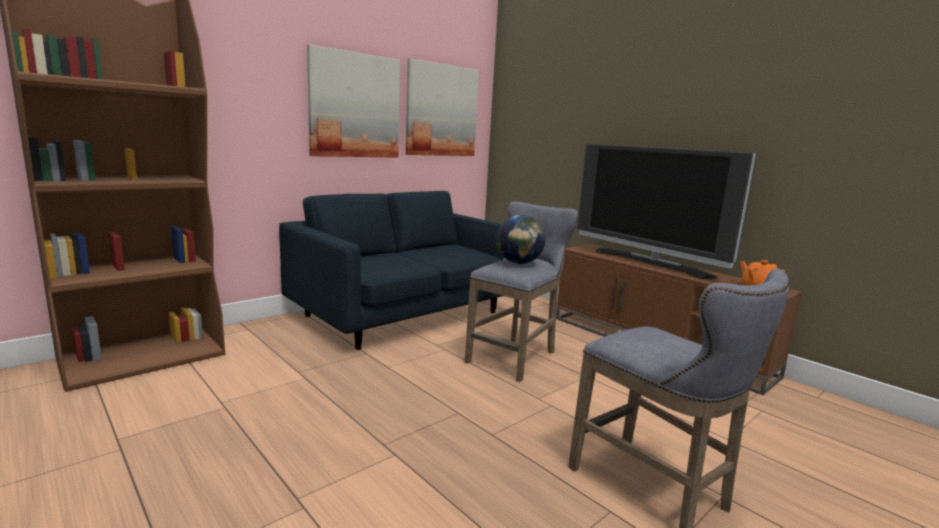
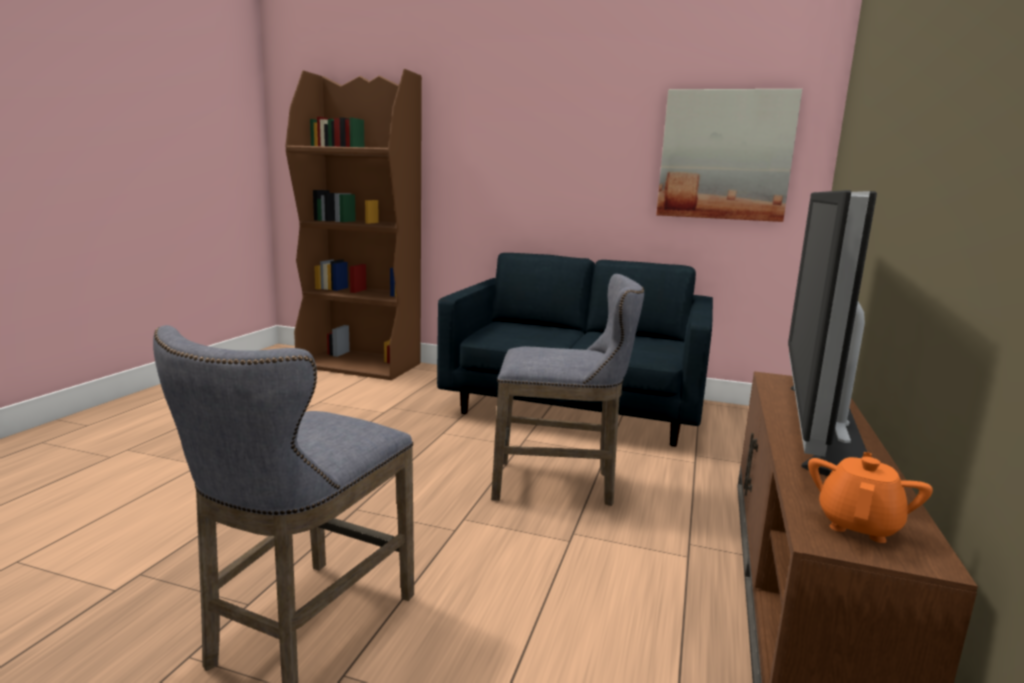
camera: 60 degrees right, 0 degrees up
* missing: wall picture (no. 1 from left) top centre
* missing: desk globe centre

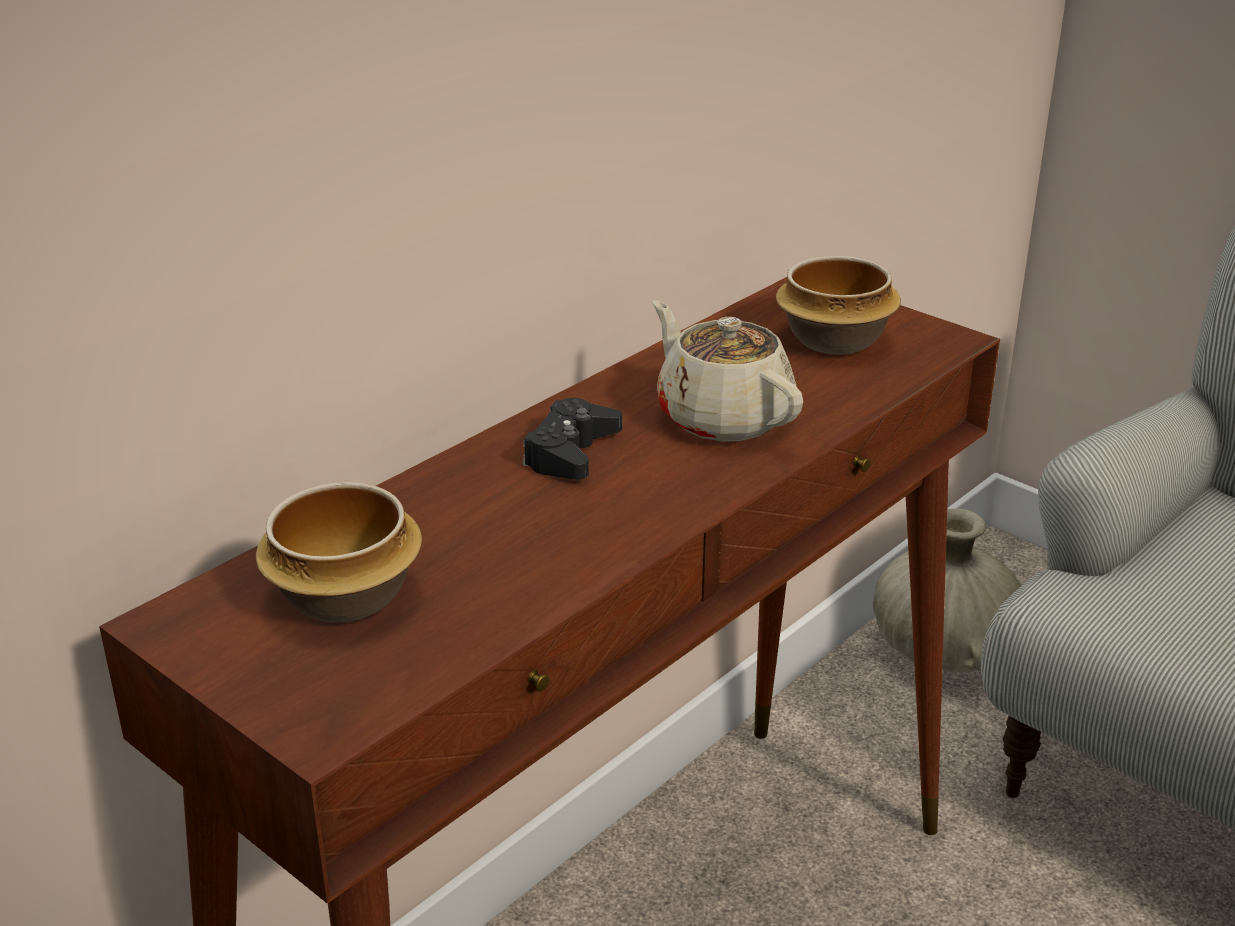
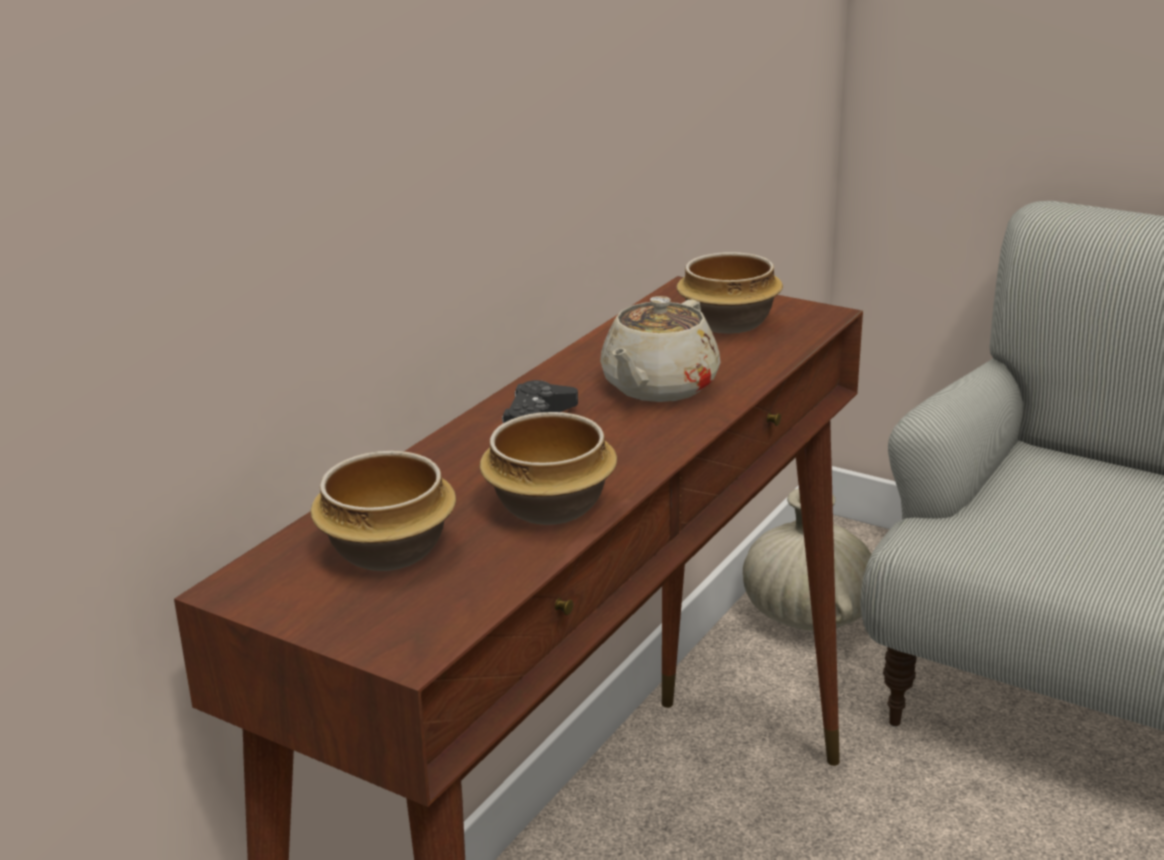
camera: 10 degrees left, 5 degrees down
* appeared: bowl (no. 2 from left) centre
* spun: sand-coloured teapot centre = centre 105 degrees counterclockwise

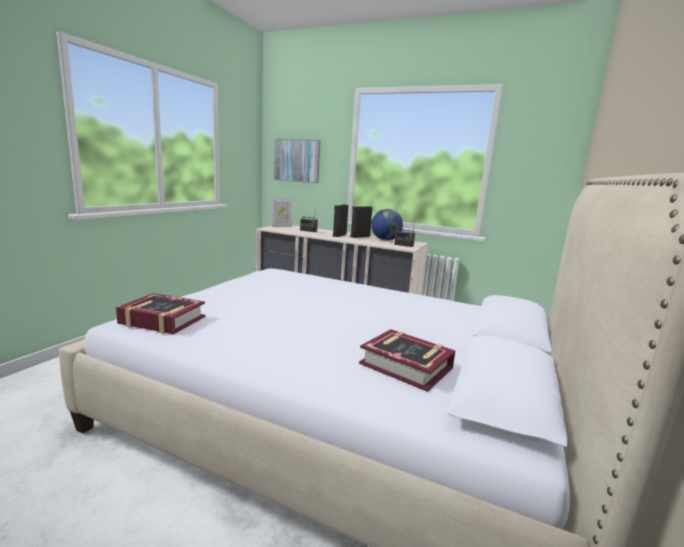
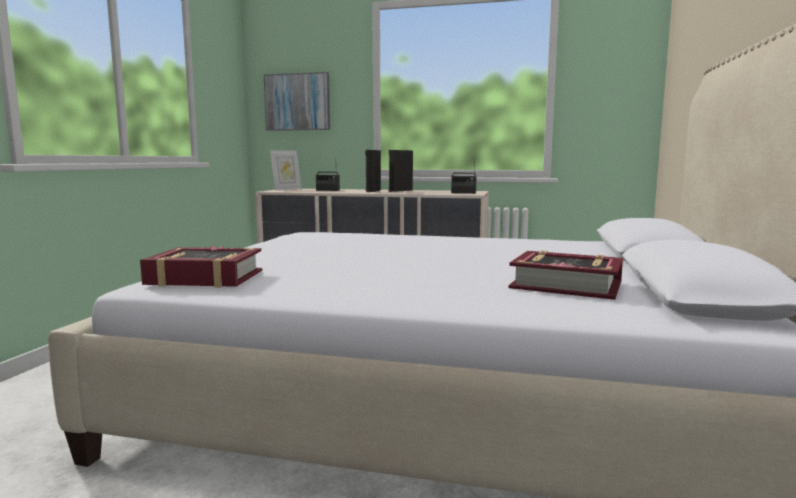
camera: 10 degrees left, 5 degrees down
* missing: desk globe centre

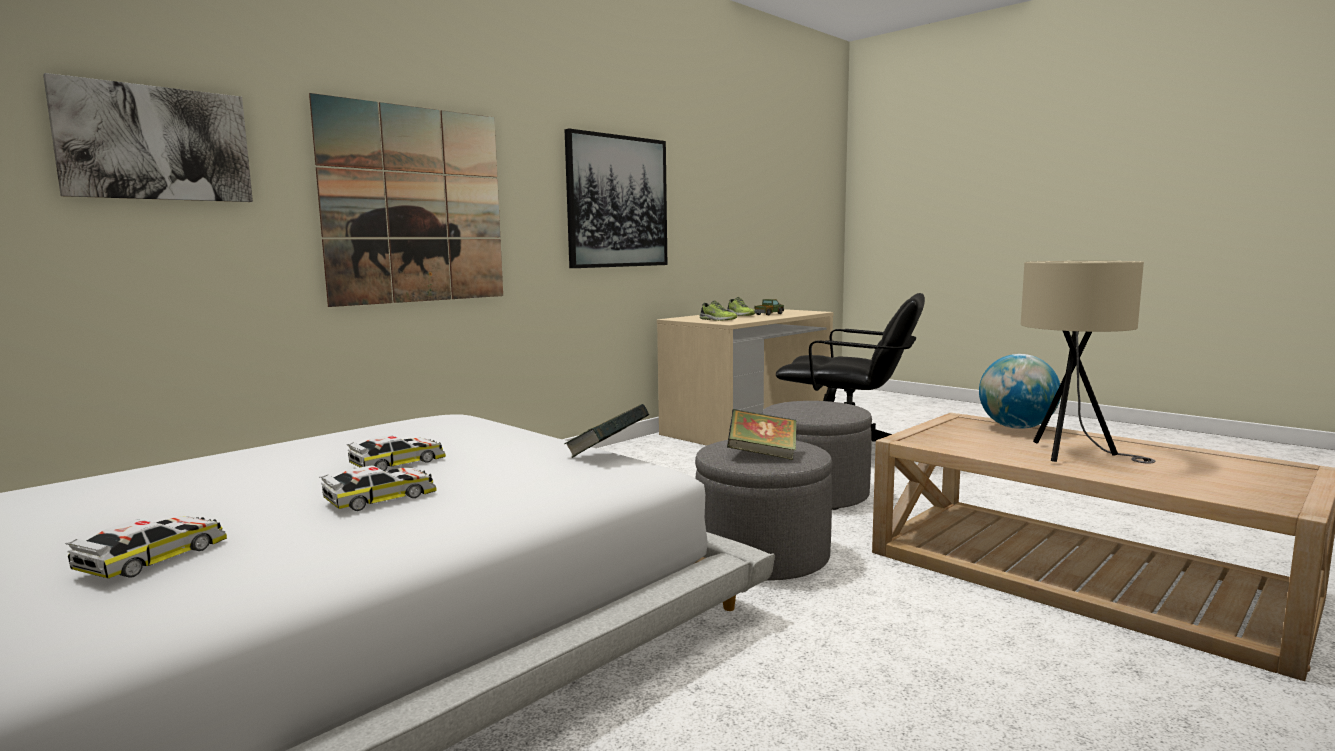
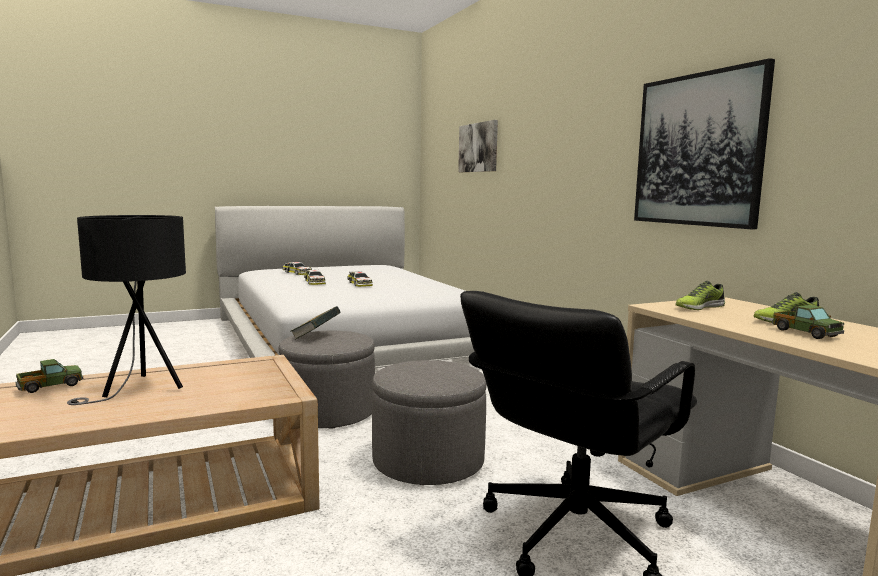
camera: 110 degrees right, 0 degrees up
* missing: wall picture (no. 2 from left) top left
* missing: book (no. 1 from left) centre
* missing: desk globe middle right
* appeared: toy truck (no. 1 from left) middle left
* colour: sand-coloured tabletop lamp middle right to black tabletop lamp middle left

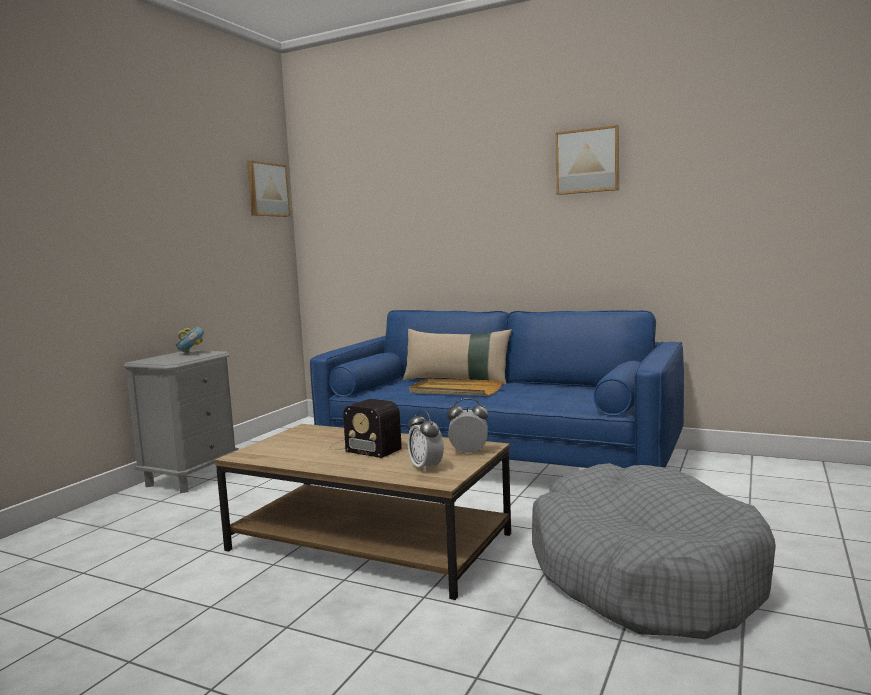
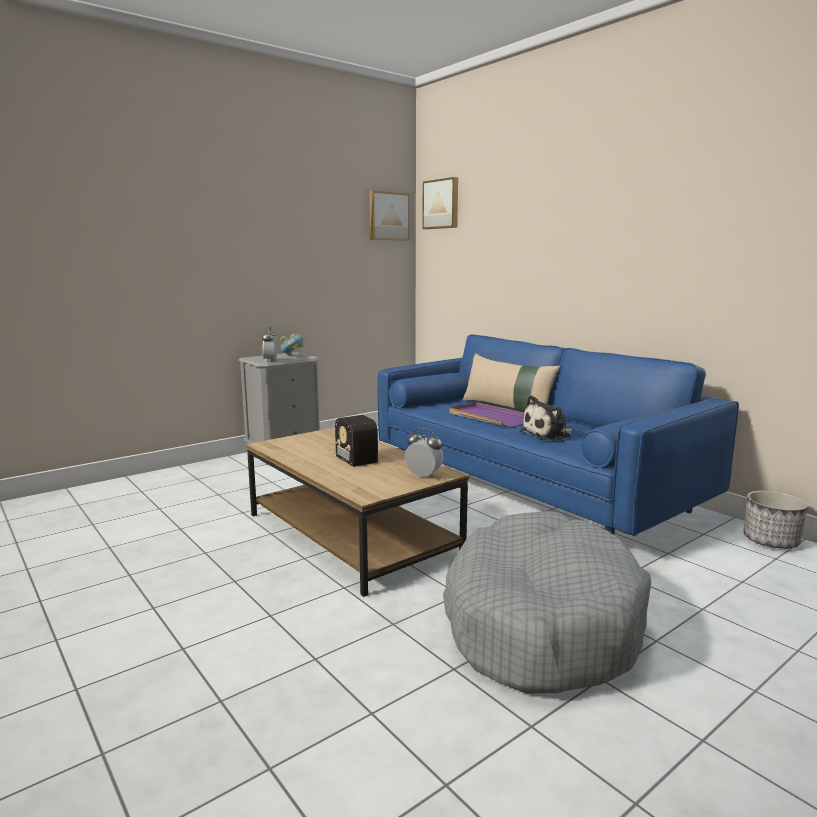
camera: 25 degrees right, 5 degrees up
* appeared: plush toy middle right
* appeared: flower pot middle right
* relocated: table clock (no. 1 from left) centre to middle left
* relocated: wall picture (no. 2 from left) top right to top centre
* colour: sand-coloured serving tray centre to purple serving tray centre

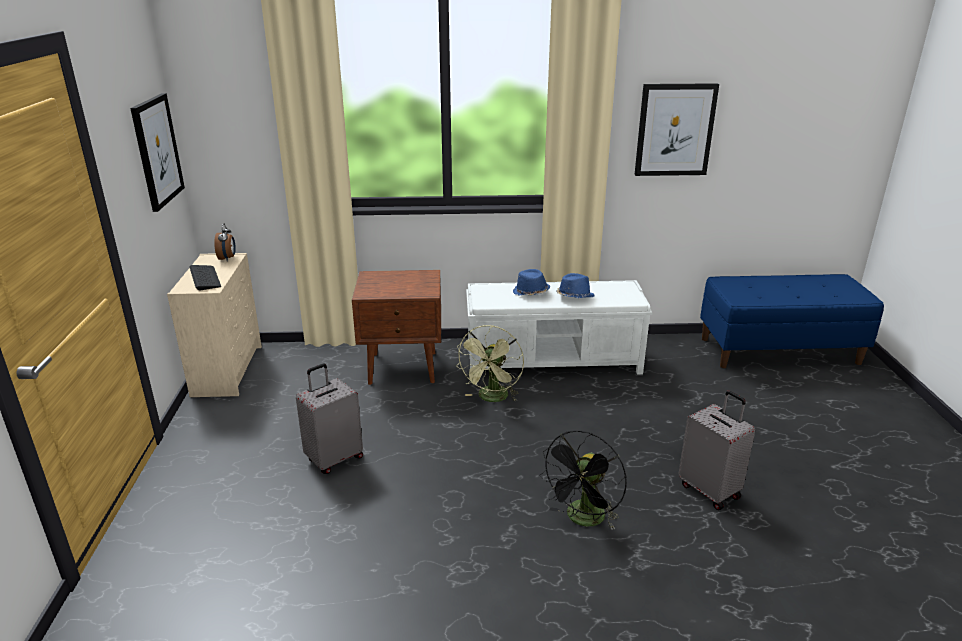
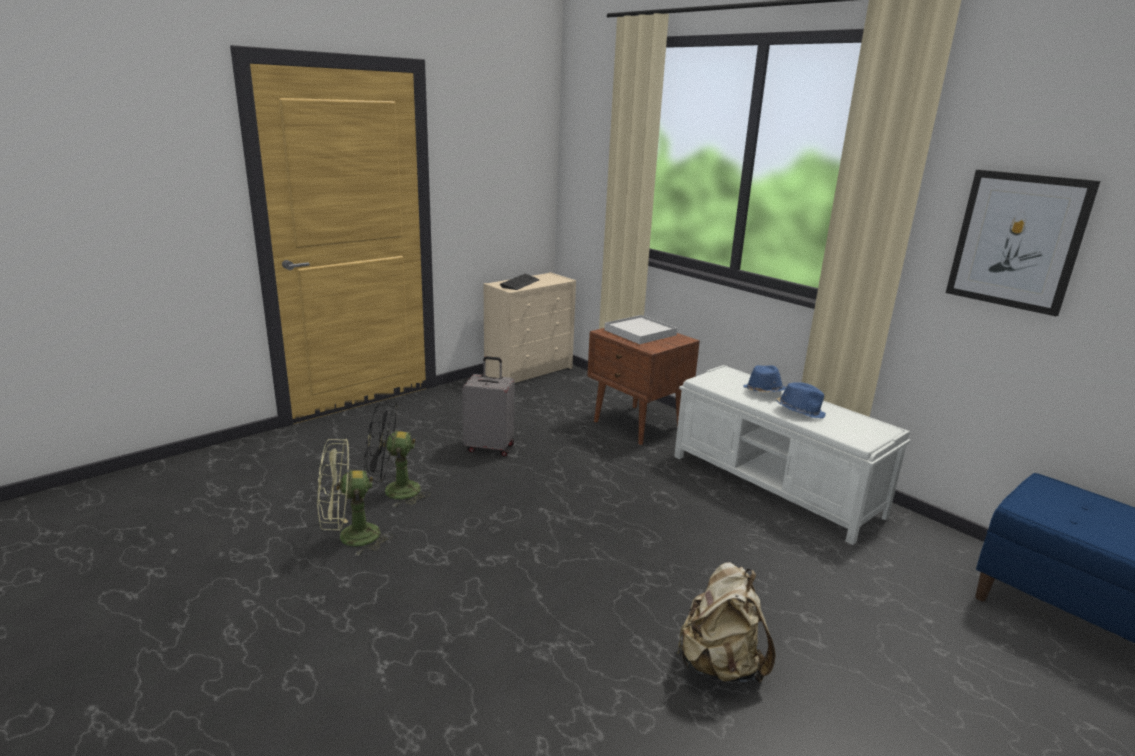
camera: 50 degrees right, 5 degrees down
* missing: wall picture (no. 1 from left) top left
* missing: table clock middle left
* appeared: whitish serving tray centre
* relocated: green-coloured electric fan centre to middle left
* relocated: black electric fan bottom centre to centre
* exchanged: greyish travel case (no. 2 from left) bottom right to sand-coloured knapsack bottom centre

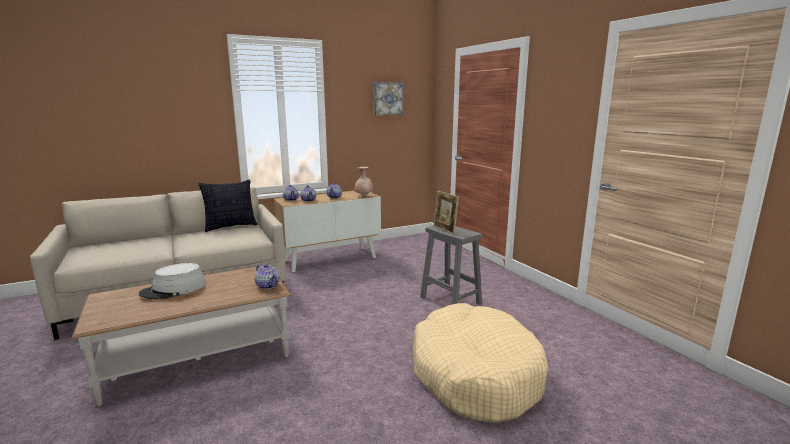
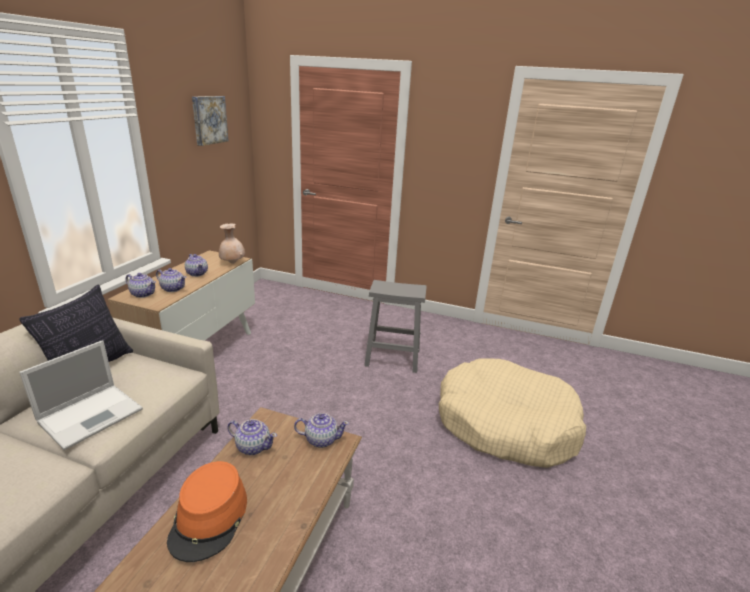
camera: 45 degrees left, 10 degrees up
* missing: picture frame centre
* appeared: portable computer bottom left
* appeared: teapot (no. 4 from left) bottom centre
* colour: greyish clothing hat middle left to orangey clothing hat bottom left

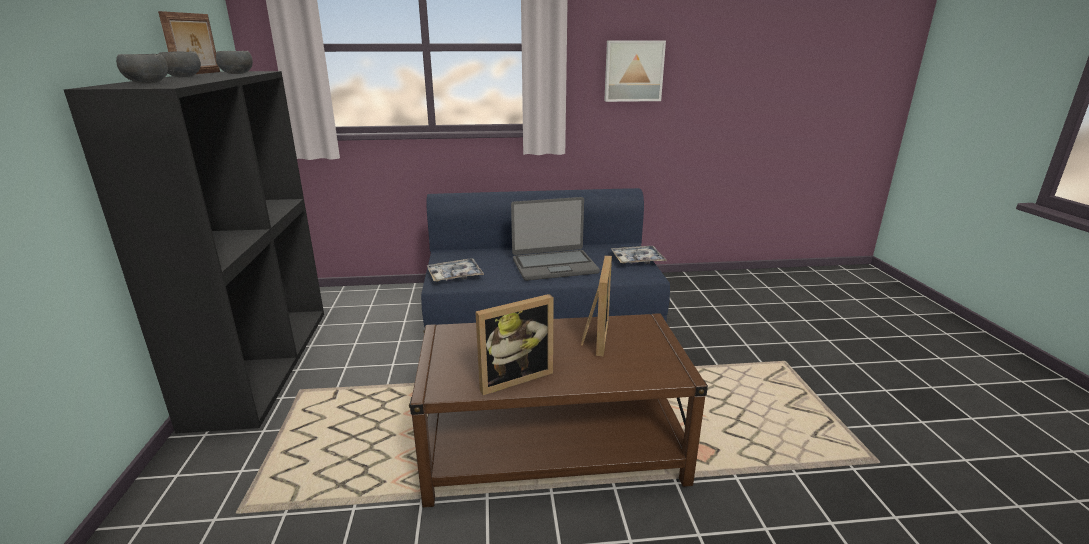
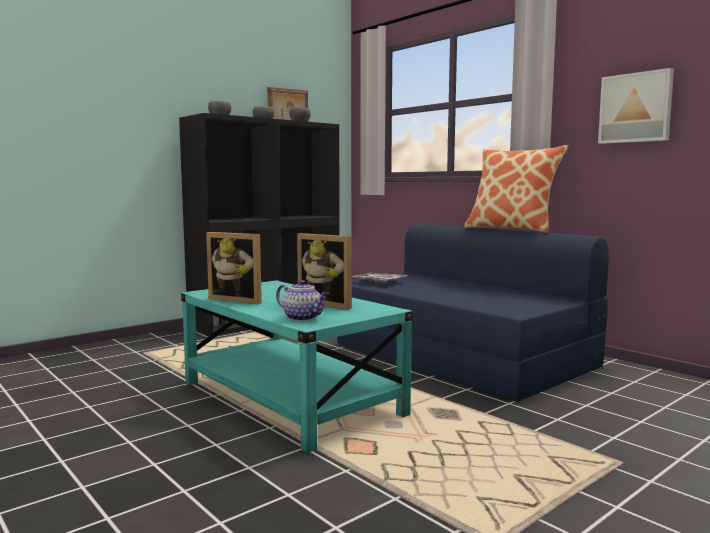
camera: 55 degrees right, 15 degrees down
* missing: portable computer centre
* missing: serving tray (no. 2 from left) centre
* appeared: teapot centre
* appeared: pillow middle right
* colour: brown-coloured lounge table bottom centre to turquoise lounge table bottom centre
* spun: picture frame (no. 3 from left) centre = centre 60 degrees clockwise

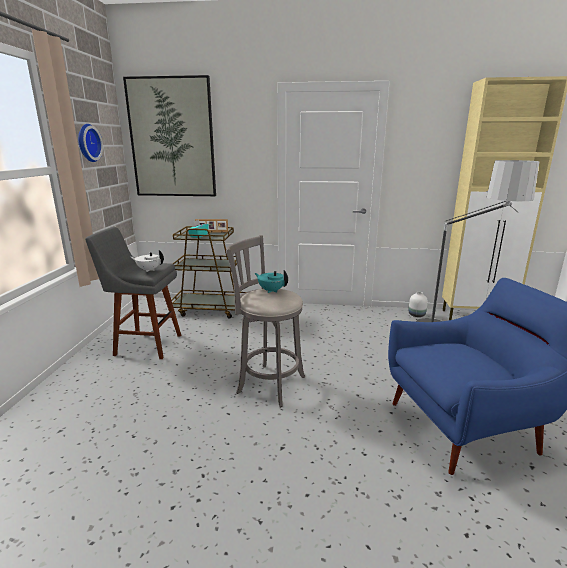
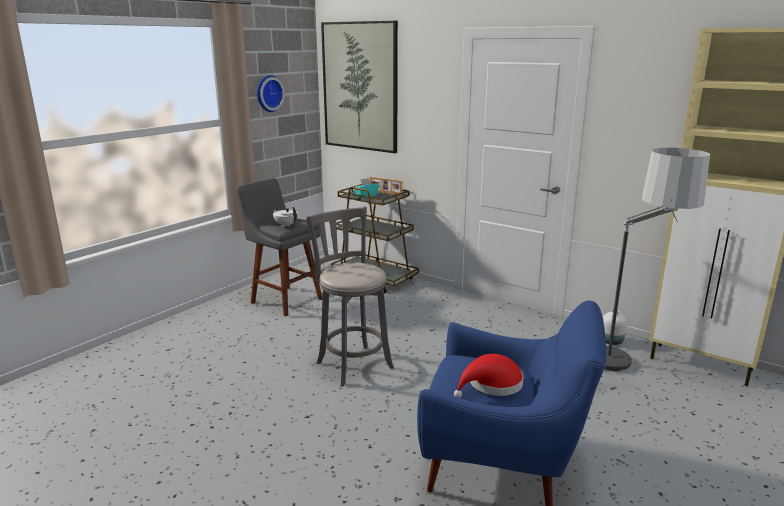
camera: 30 degrees right, 0 degrees up
* missing: turquoise teapot centre
* appeared: reddish clothing hat bottom centre

